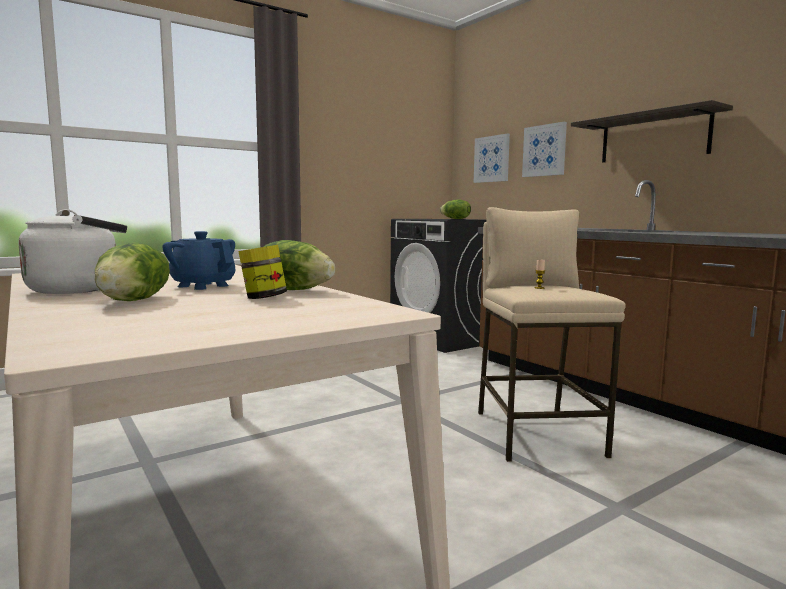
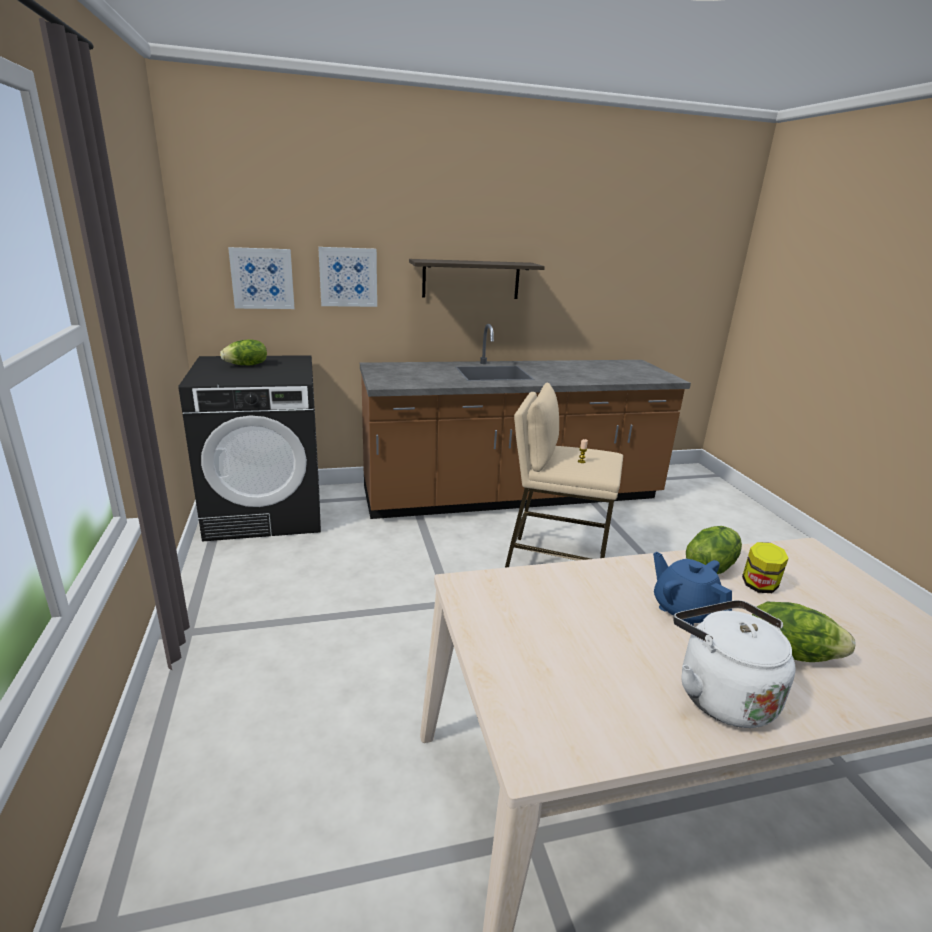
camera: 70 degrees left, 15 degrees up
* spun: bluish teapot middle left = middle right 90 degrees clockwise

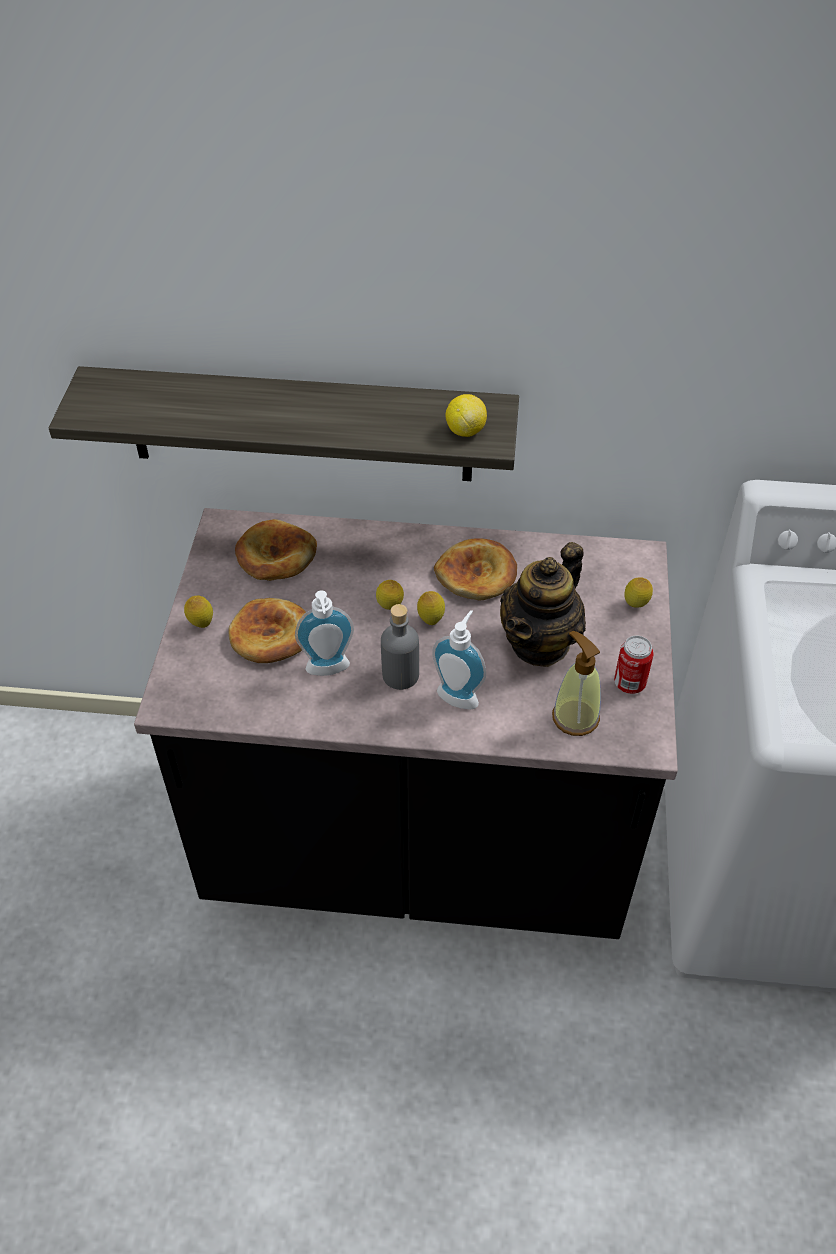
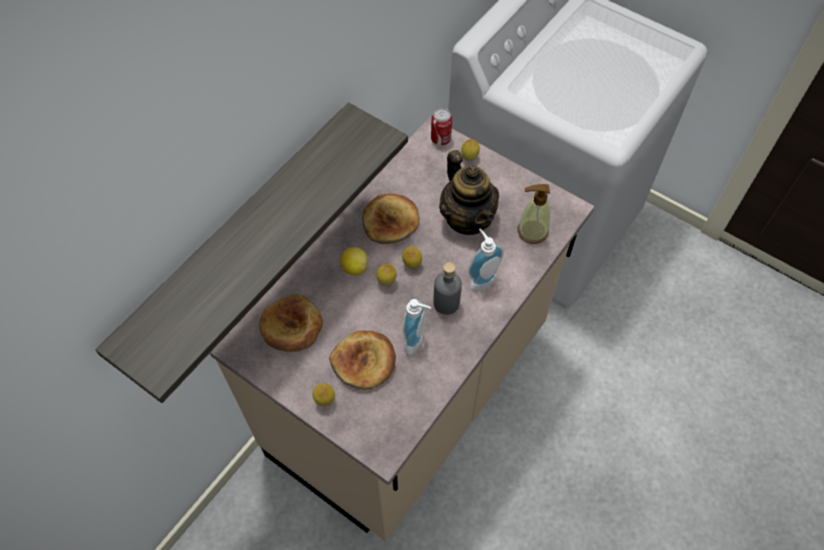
camera: 60 degrees left, 10 degrees up
* relocated: citrus fruit (no. 4 from left in the first image) top centre to citrus fruit (no. 2 from left) centre
* relocated: sealed can middle right to top centre
* colour: black kitchen counter centre to sand-coloured kitchen counter centre

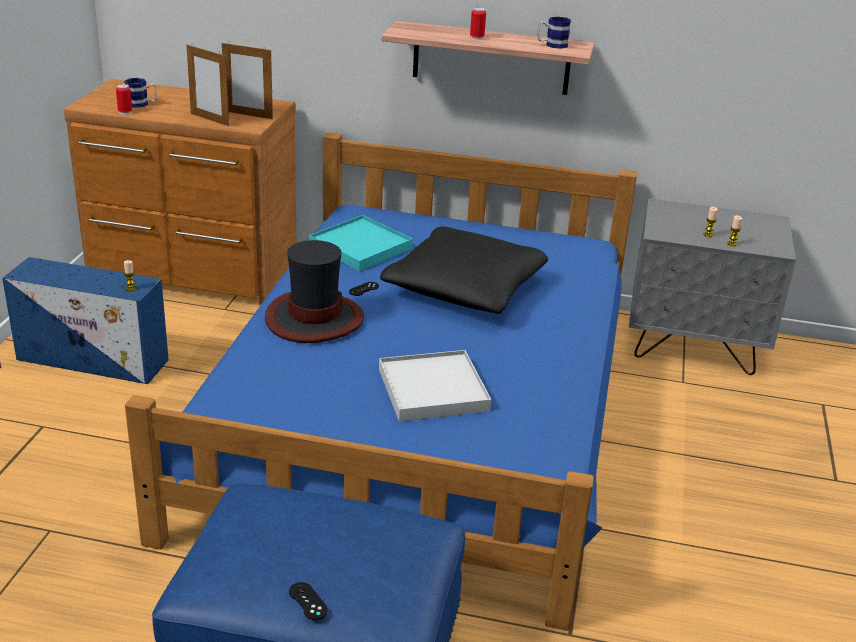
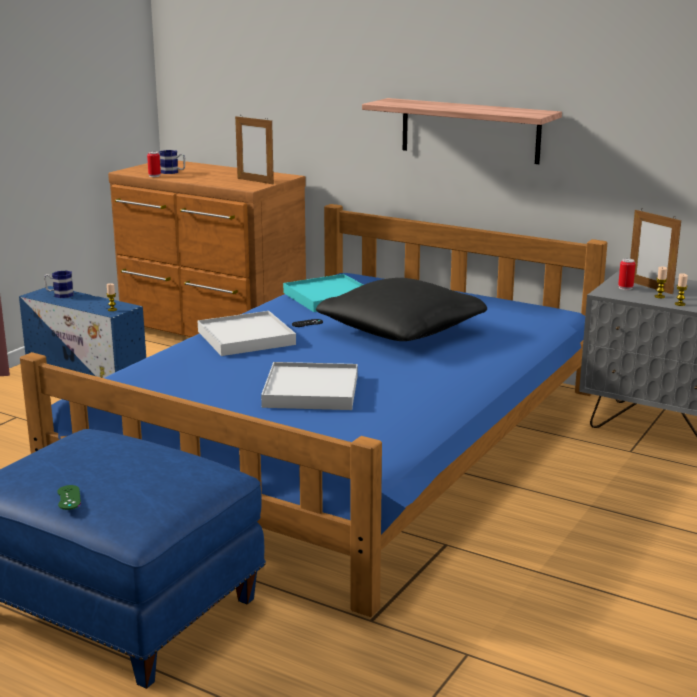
camera: 20 degrees right, 10 degrees down
* relocated: picture frame (no. 1 from left in the first image) top left to picture frame (no. 2 from left) middle right
* relocated: sealed can (no. 2 from left) top centre to middle right
* relocated: mug (no. 2 from left in the first image) top centre to mug (no. 1 from left) middle left
* exchanged: clothing hat centre to whitish serving tray (no. 1 from left) centre
* colour: black gamepad (no. 1 from left) bottom centre to green-coloured gamepad bottom left

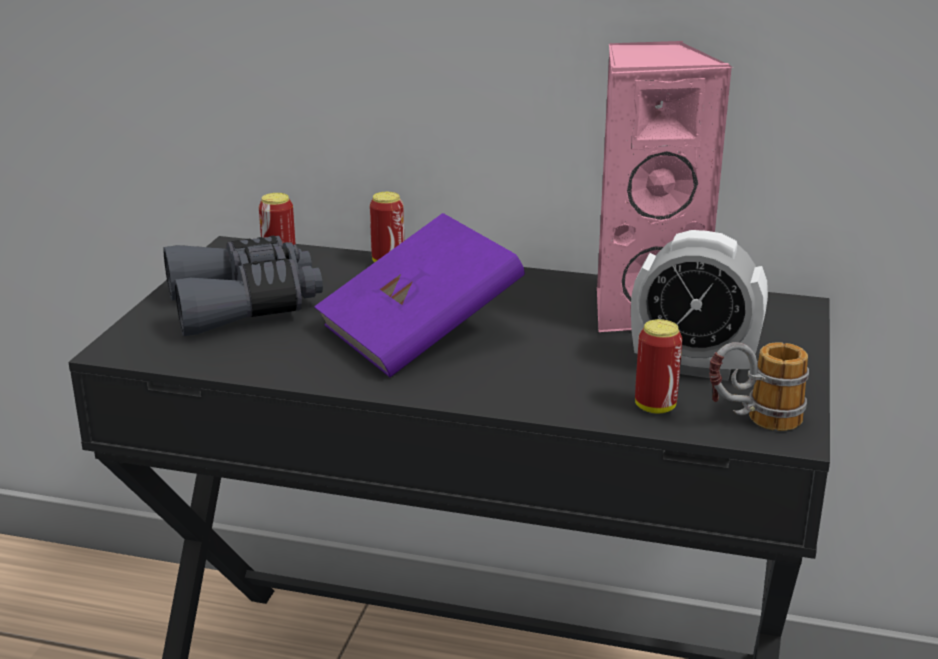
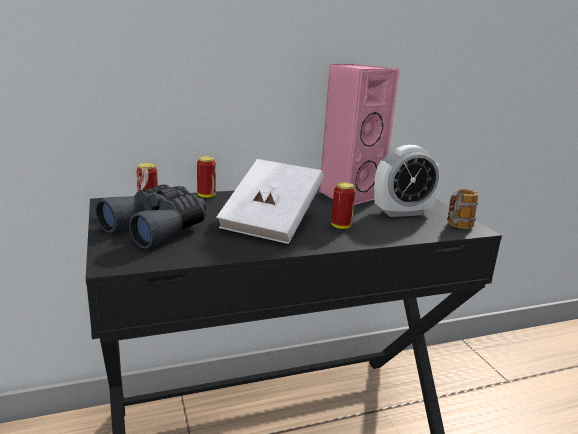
camera: 35 degrees left, 5 degrees down
* relocated: sealed can (no. 3 from left) middle right to centre
* colour: purple book centre to whitish book centre

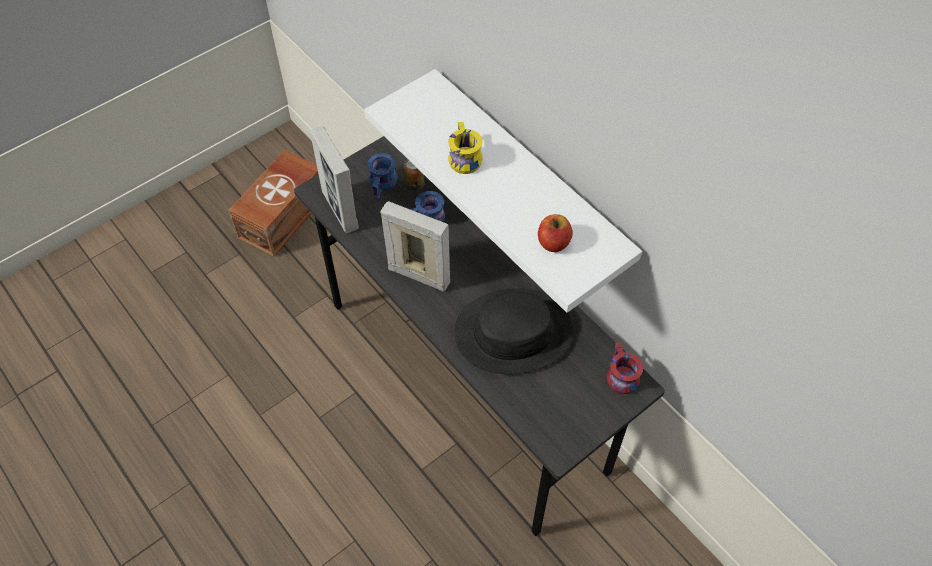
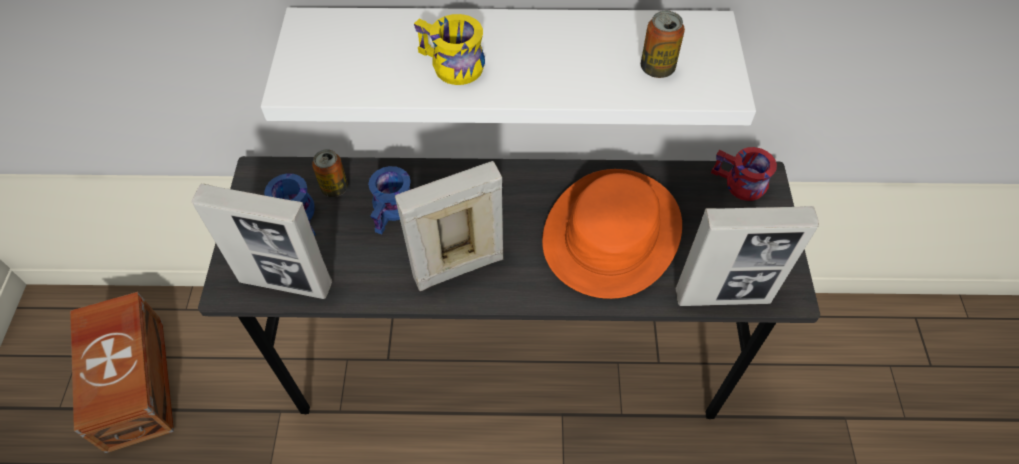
camera: 50 degrees left, 0 degrees up
* appeared: picture frame (no. 3 from left) middle right
* exchanged: apple centre to sealed can (no. 2 from left) top centre
* colour: black clothing hat centre to orangey clothing hat centre

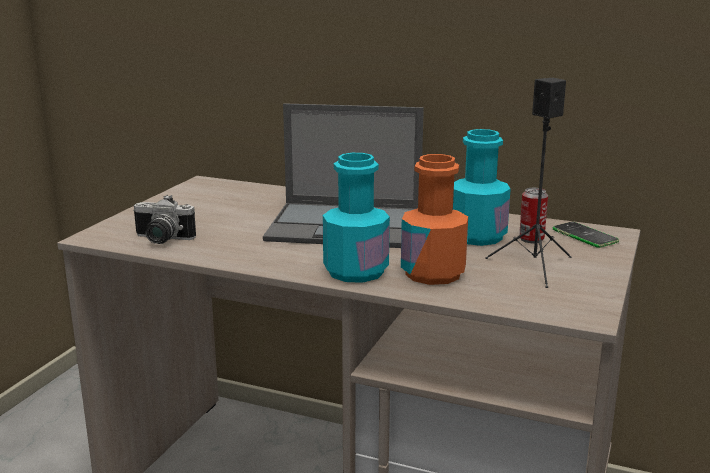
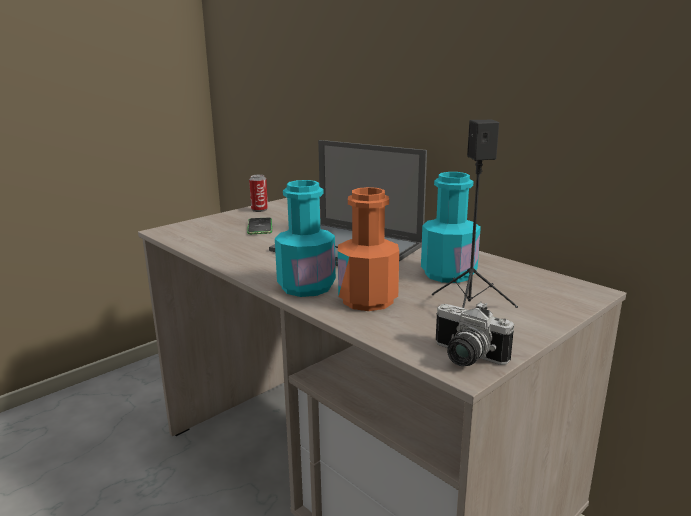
camera: 25 degrees right, 0 degrees up
* relocated: photo camera middle left to middle right
* relocated: sealed can middle right to centre
* relocated: telephone middle right to centre

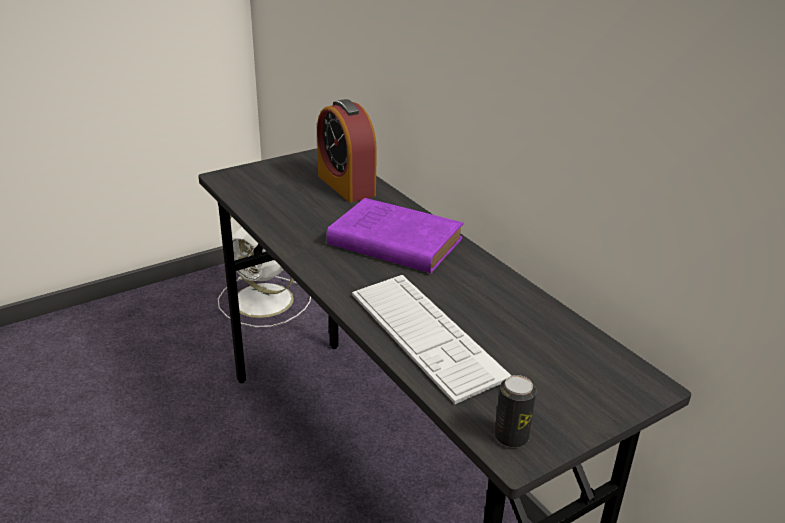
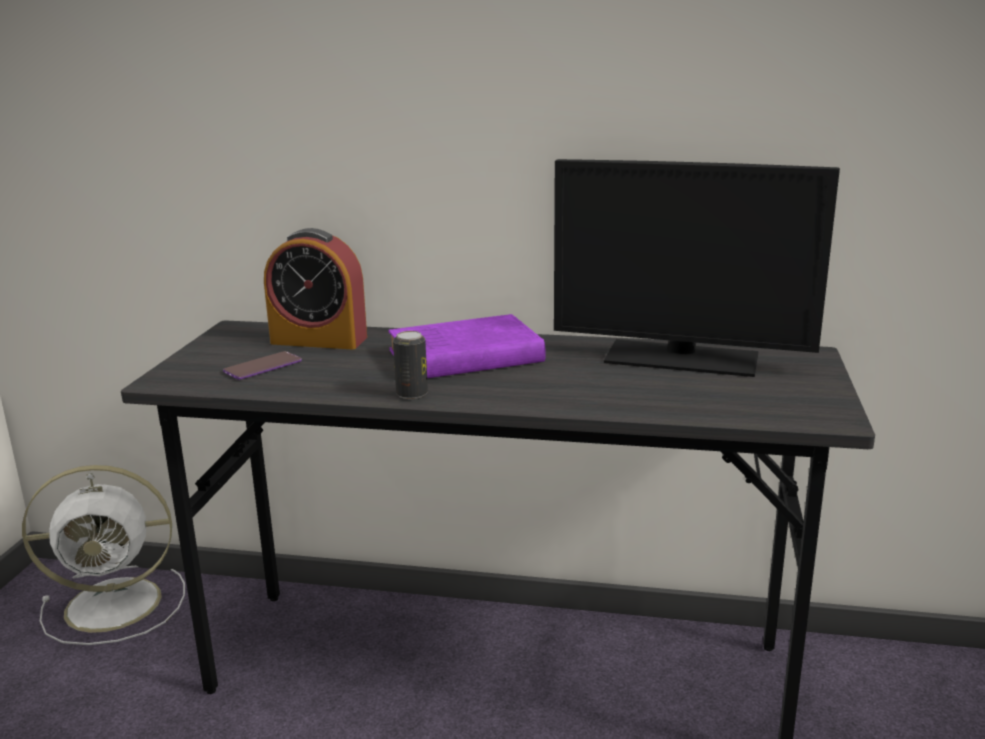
camera: 45 degrees left, 10 degrees down
* missing: PC keyboard centre
* appeared: telephone middle left
* appeared: computer screen middle right
* relocated: sealed can bottom centre to centre

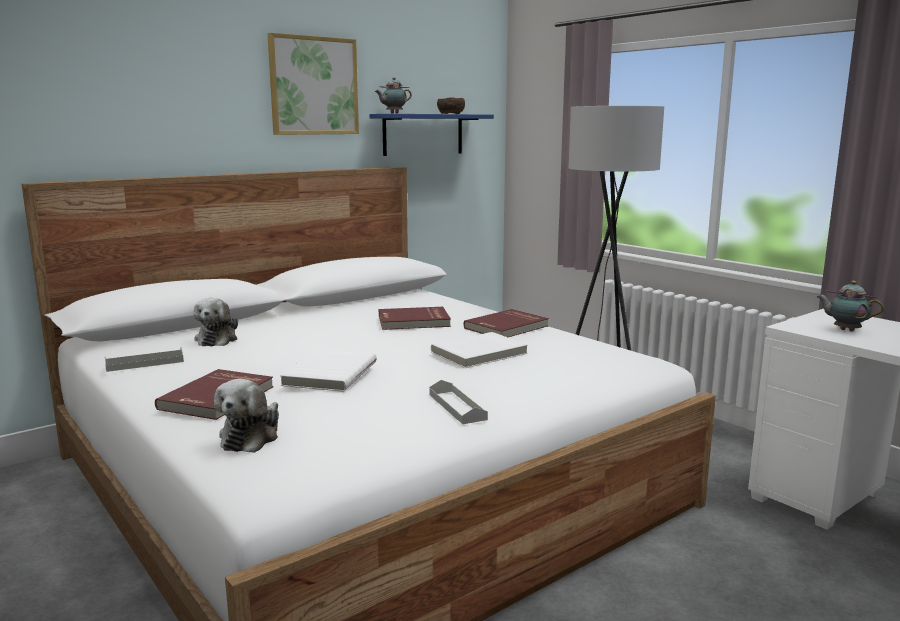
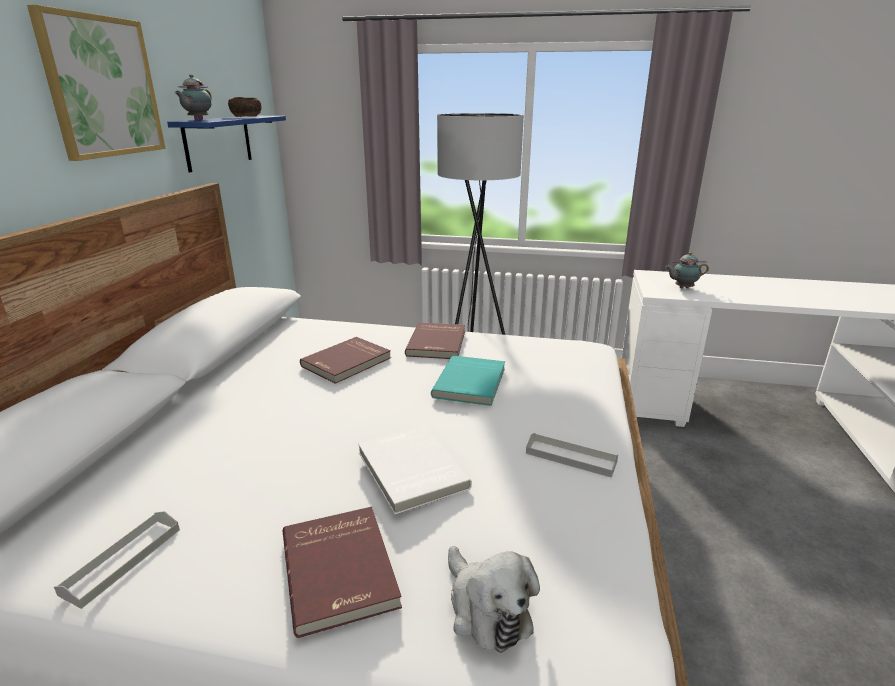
camera: 40 degrees left, 10 degrees up
* missing: plush toy (no. 1 from left) middle left
* colour: whitish book (no. 2 from left) centre to turquoise book centre

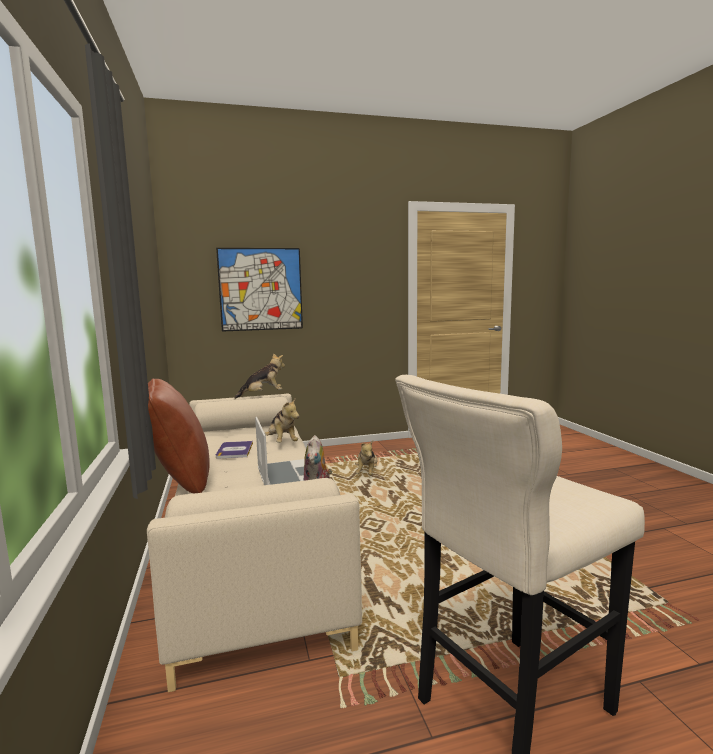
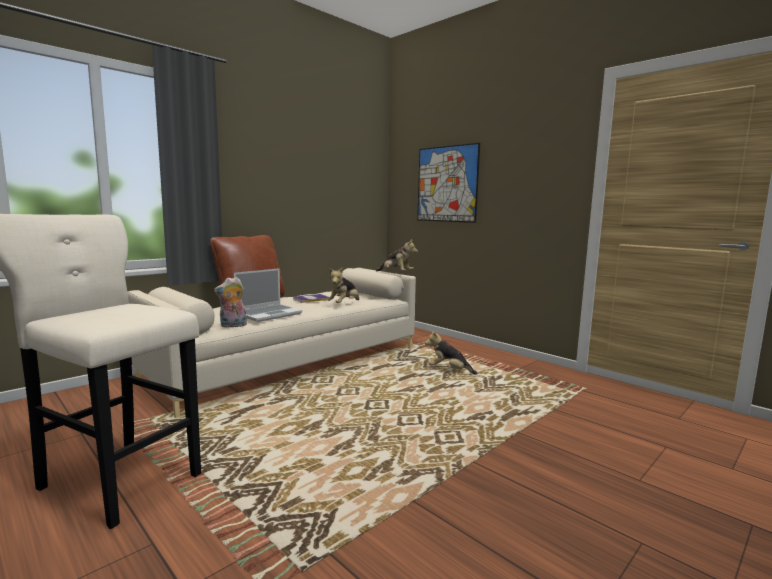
camera: 60 degrees right, 0 degrees up
* spun: plush toy (no. 4 from left) centre = centre 45 degrees clockwise

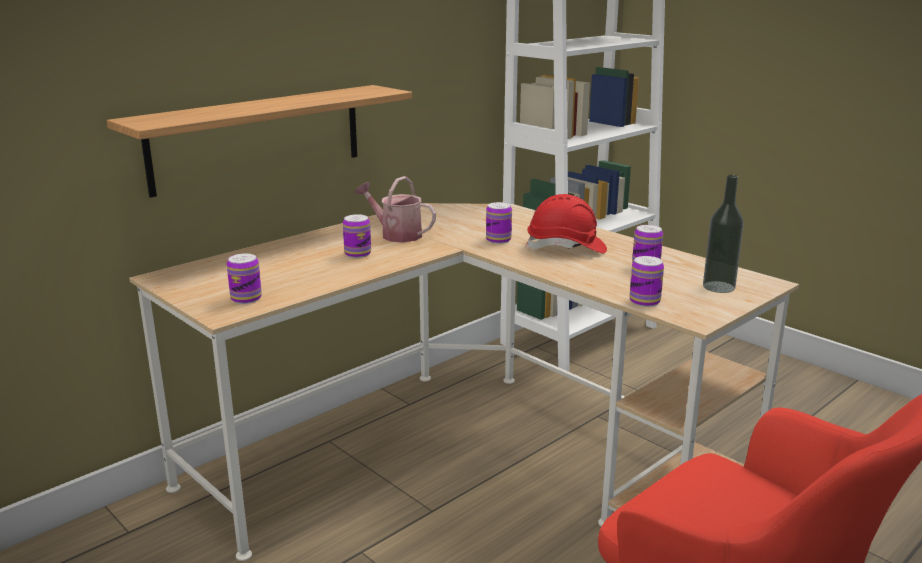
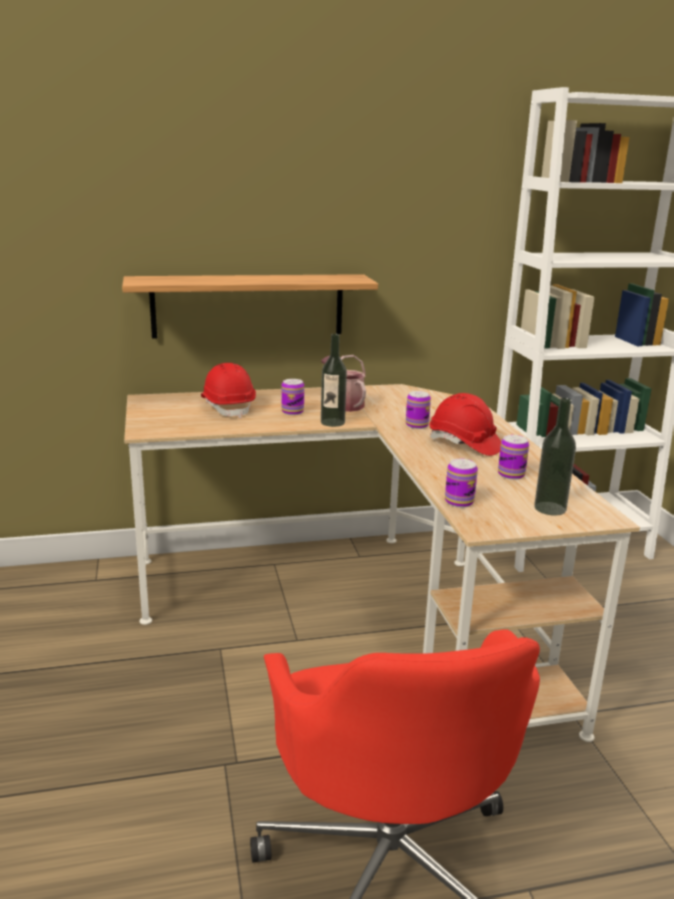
camera: 30 degrees right, 0 degrees up
* missing: sealed can (no. 1 from left) middle left
* appeared: reddish safety helmet (no. 1 from left) centre
* appeared: bottle (no. 1 from left) centre

